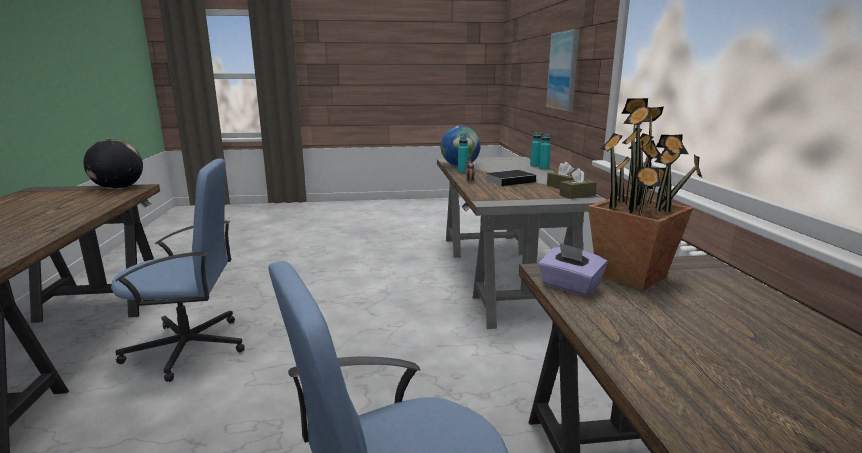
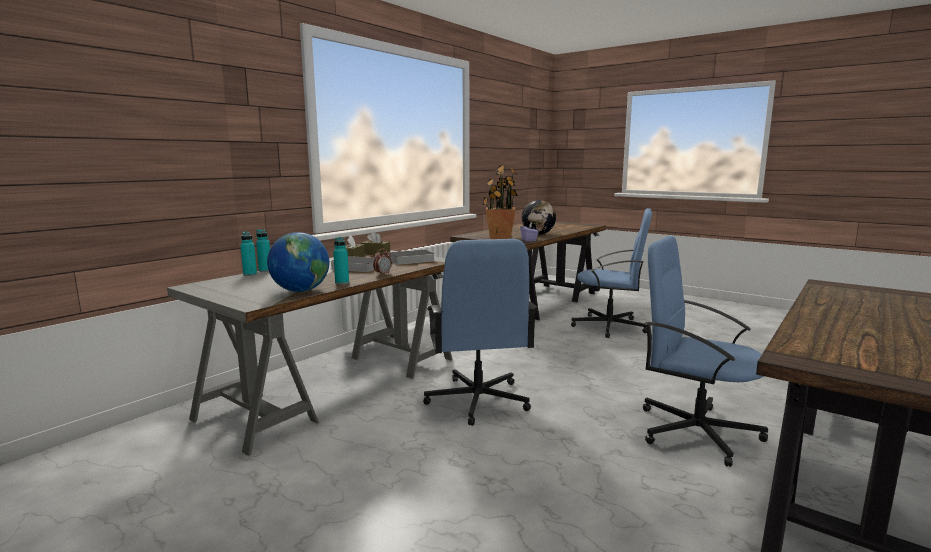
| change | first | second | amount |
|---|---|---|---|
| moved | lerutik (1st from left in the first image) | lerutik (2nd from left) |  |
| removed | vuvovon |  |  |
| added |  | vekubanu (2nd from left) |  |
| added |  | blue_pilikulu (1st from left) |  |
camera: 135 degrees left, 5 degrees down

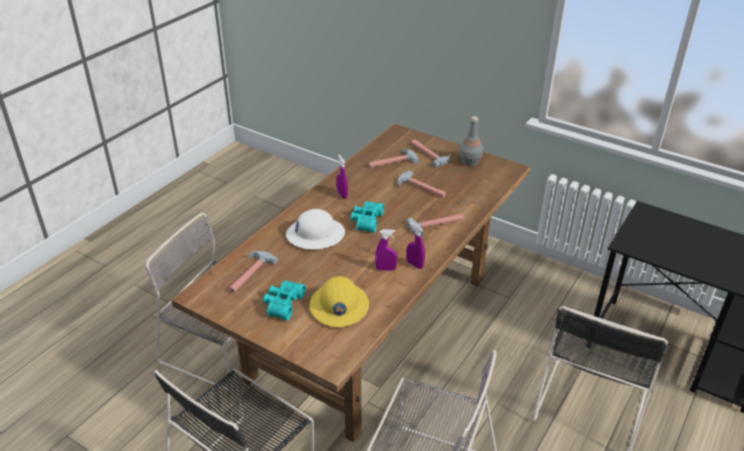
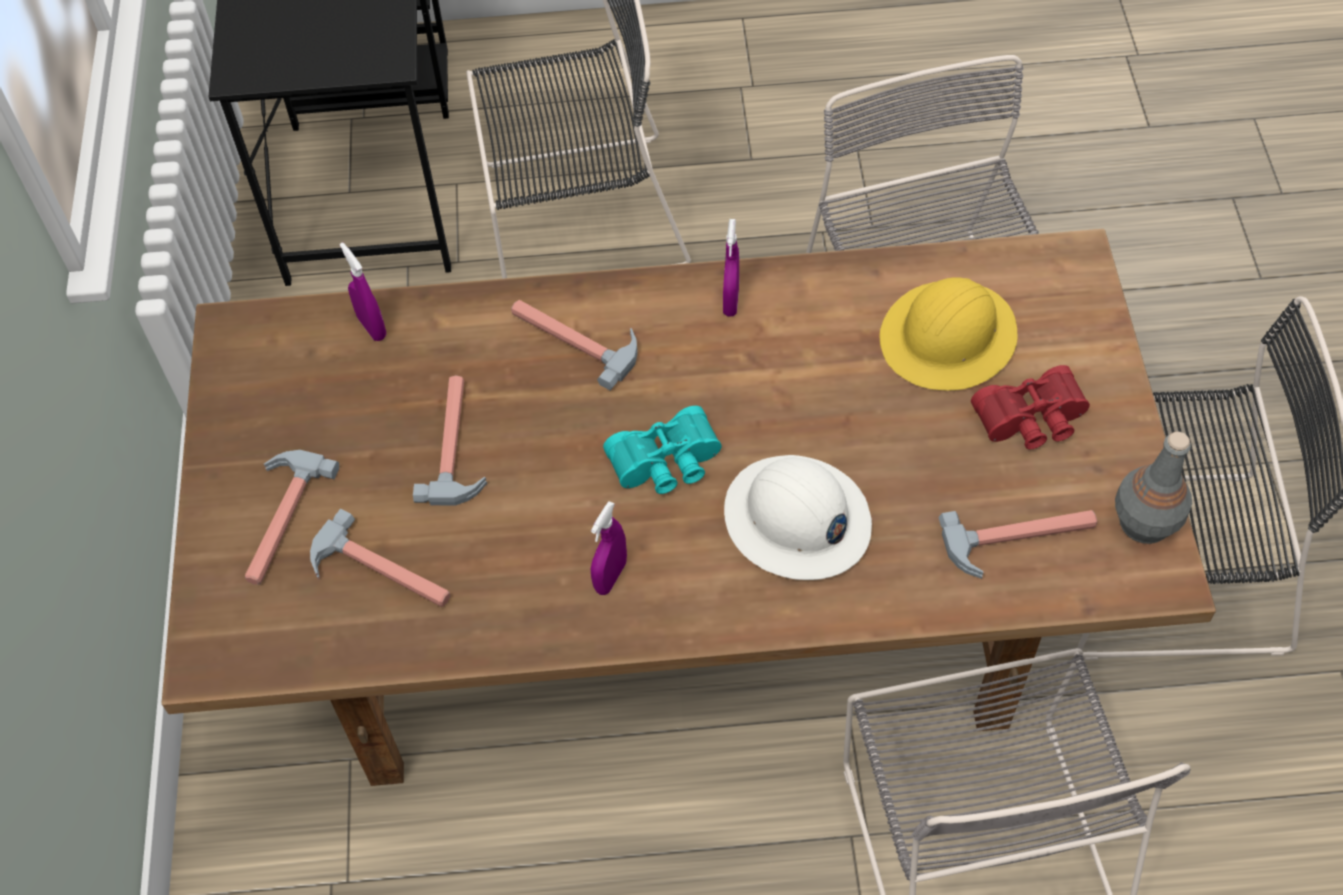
| change | first | second | amount |
|---|---|---|---|
| recoloured | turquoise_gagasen (1st from left) | red_gagasen |  |
| moved | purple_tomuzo (2nd from left in the first image) | purple_tomuzo (1st from left) |  |
| moved | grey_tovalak |  |  |
camera: 125 degrees left, 20 degrees up

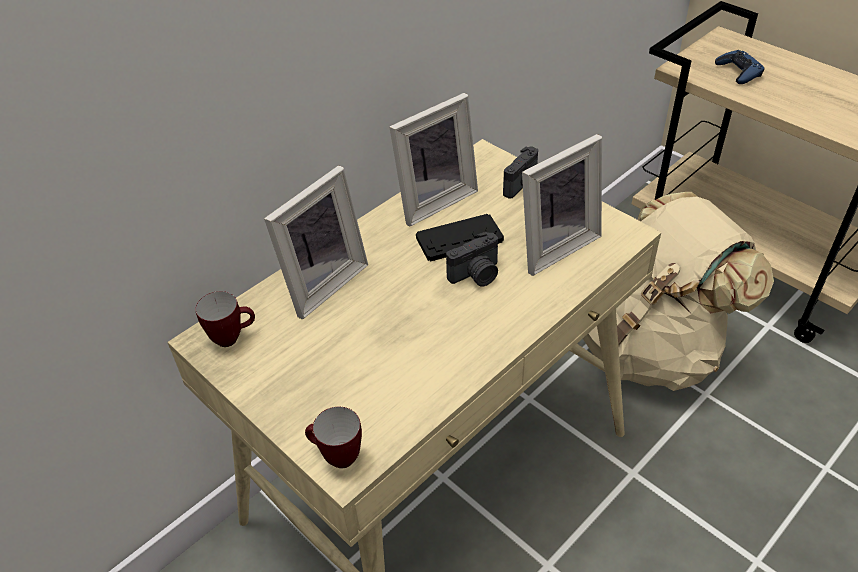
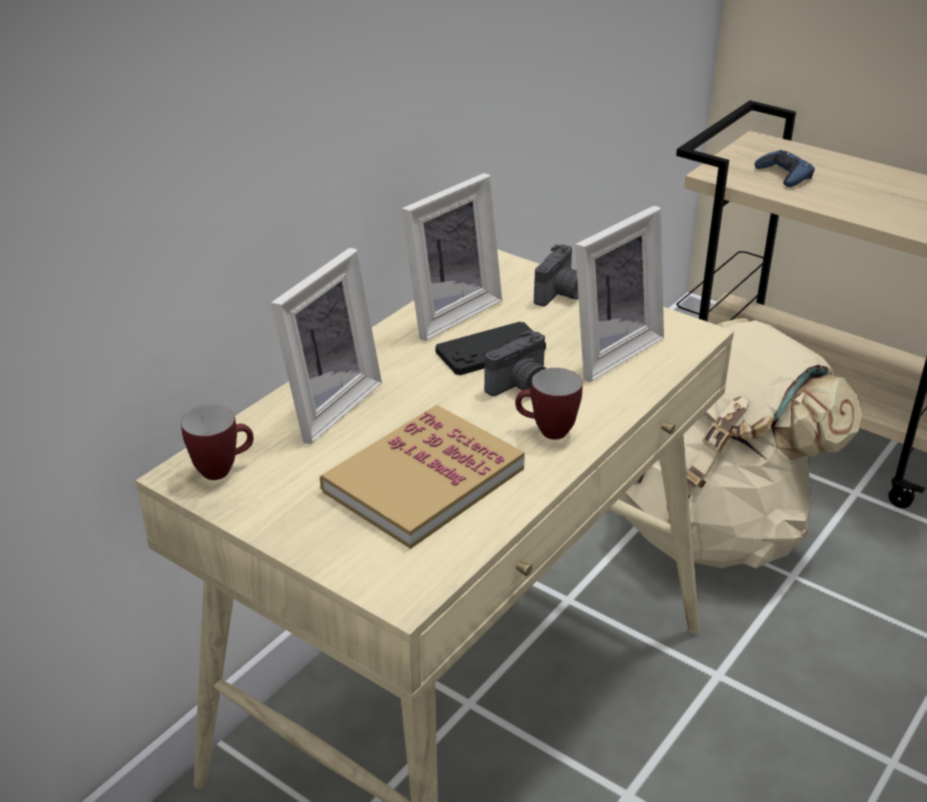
| change | first | second | amount |
|---|---|---|---|
| moved | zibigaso (2nd from left) |  |  |
| added |  | vekubanu |  |
camera: 10 degrees left, 10 degrees down

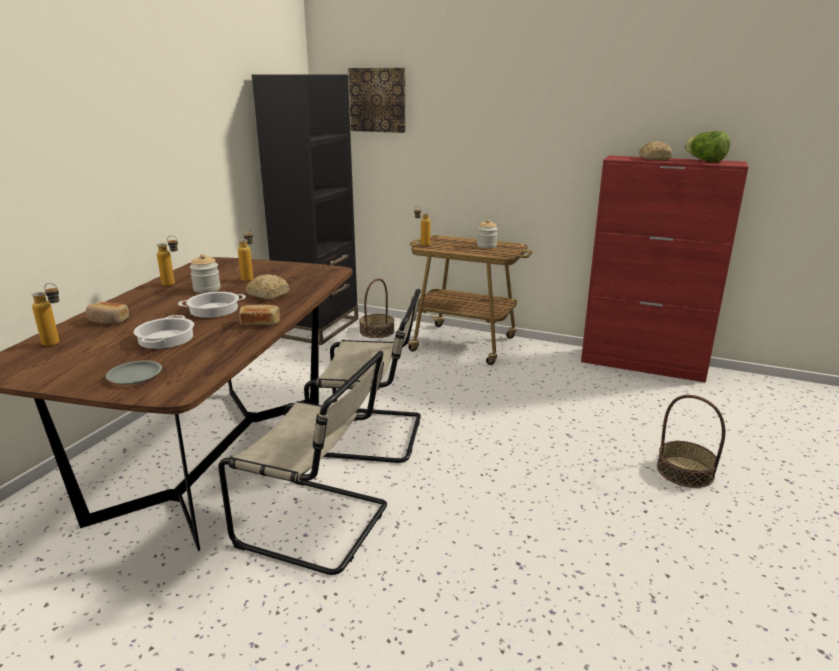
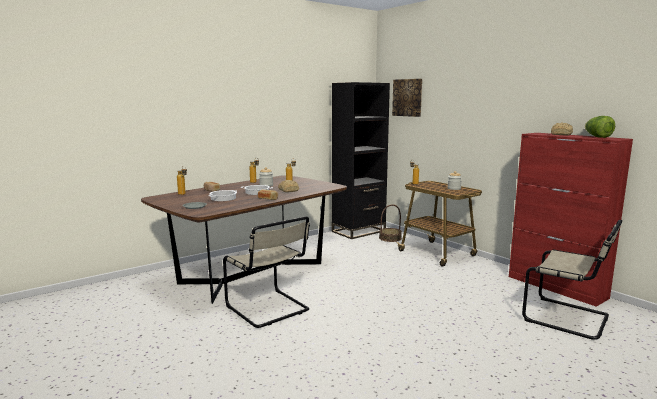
| change | first | second | amount |
|---|---|---|---|
| moved | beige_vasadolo (2nd from left) |  |  |
| removed | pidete (2nd from left) |  |  |
camera: 30 degrees right, 10 degrees down

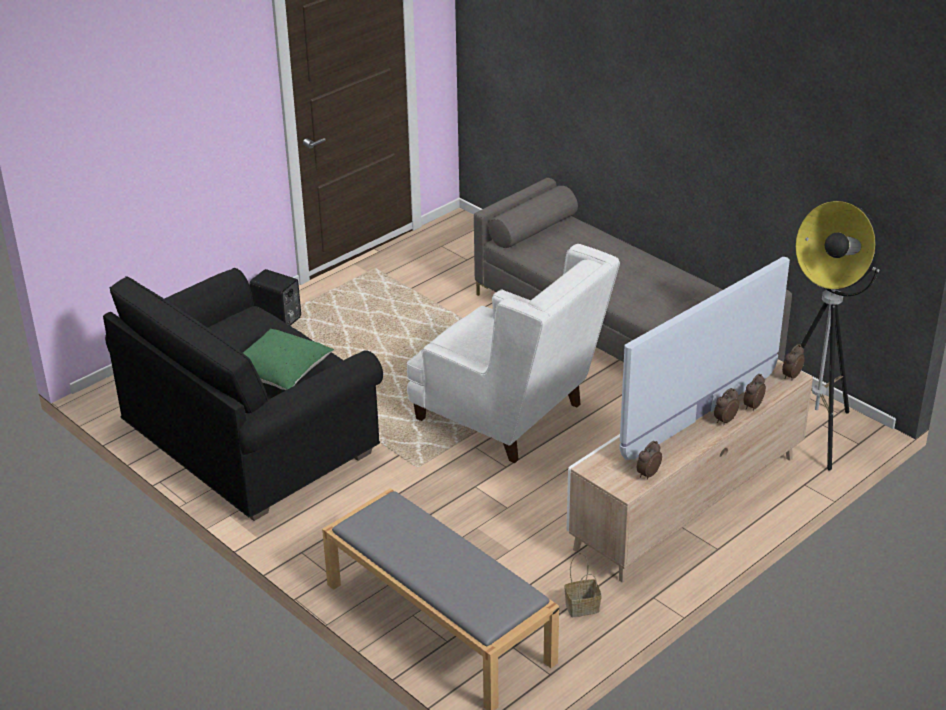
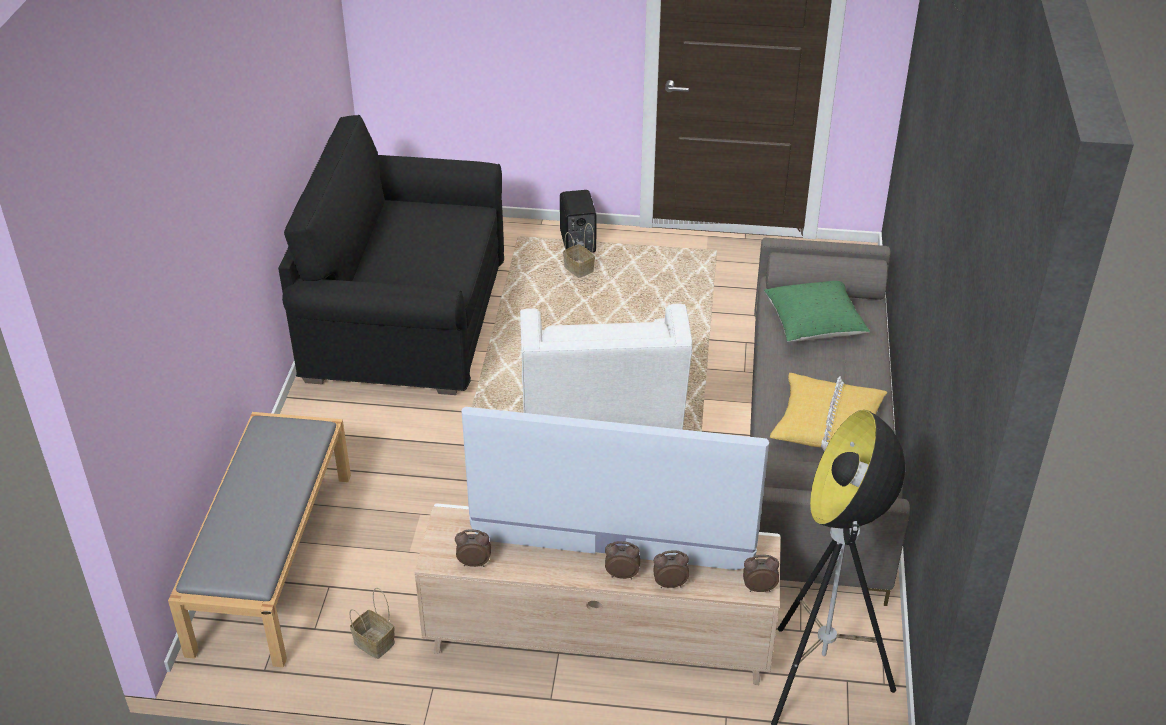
| change | first | second | amount |
|---|---|---|---|
| moved | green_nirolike |  |  |
| added |  | pidete (2nd from left) |  |
| added |  | yellow_nirolike |  |
camera: 50 degrees right, 5 degrees up

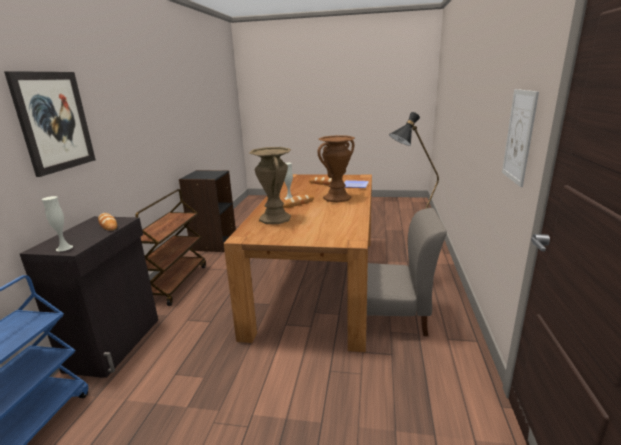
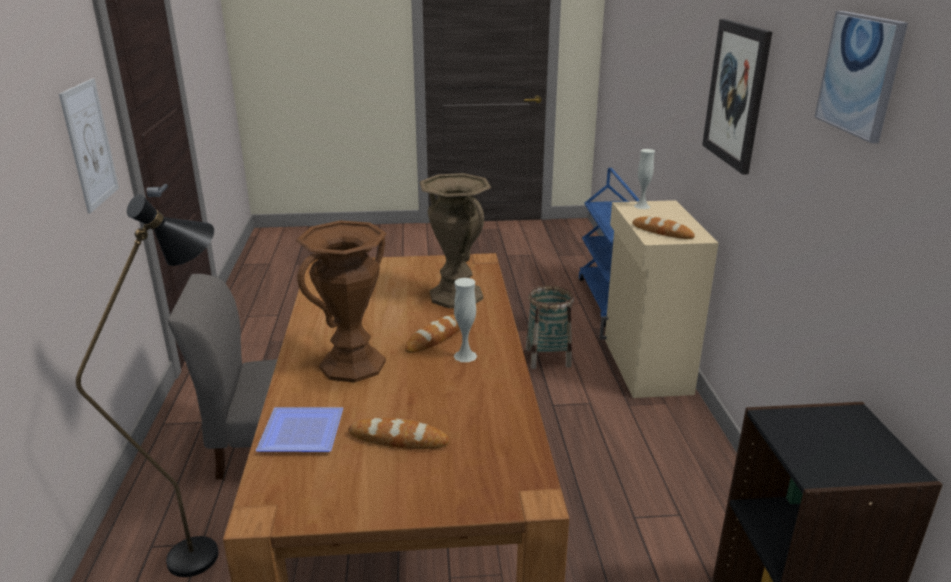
| change | first | second | amount |
|---|---|---|---|
| recoloured | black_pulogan | beige_pulogan |  |
| removed | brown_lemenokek |  |  |
| added |  | pidete |  |
| added |  | vuvovon (3rd from left) |  |
camera: 165 degrees right, 5 degrees up

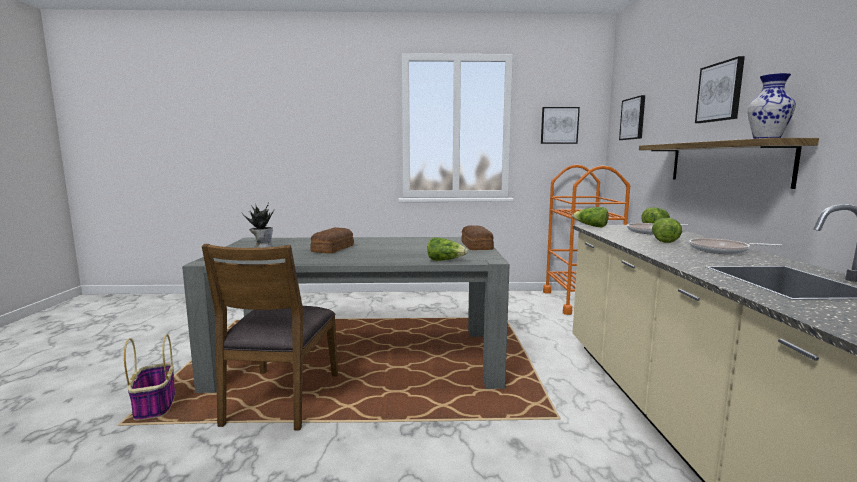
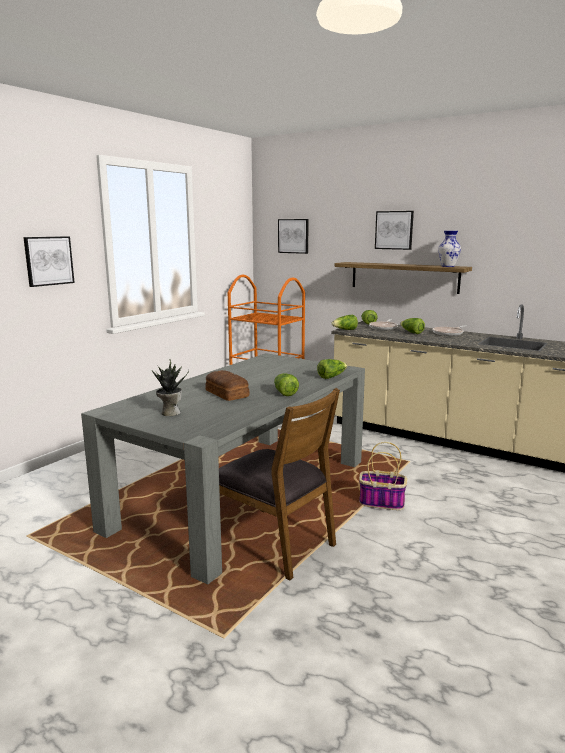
| change | first | second | amount |
|---|---|---|---|
| moved | pidete |  |  |
| removed | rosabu (2nd from left) |  |  |
| moved | vuvovon (1st from left) |  |  |
| added |  | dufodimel (1st from left) |  |
camera: 55 degrees left, 5 degrees up

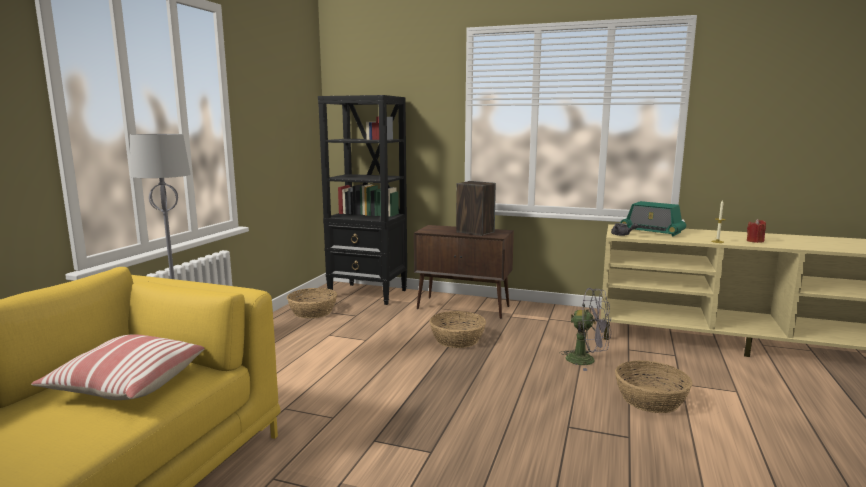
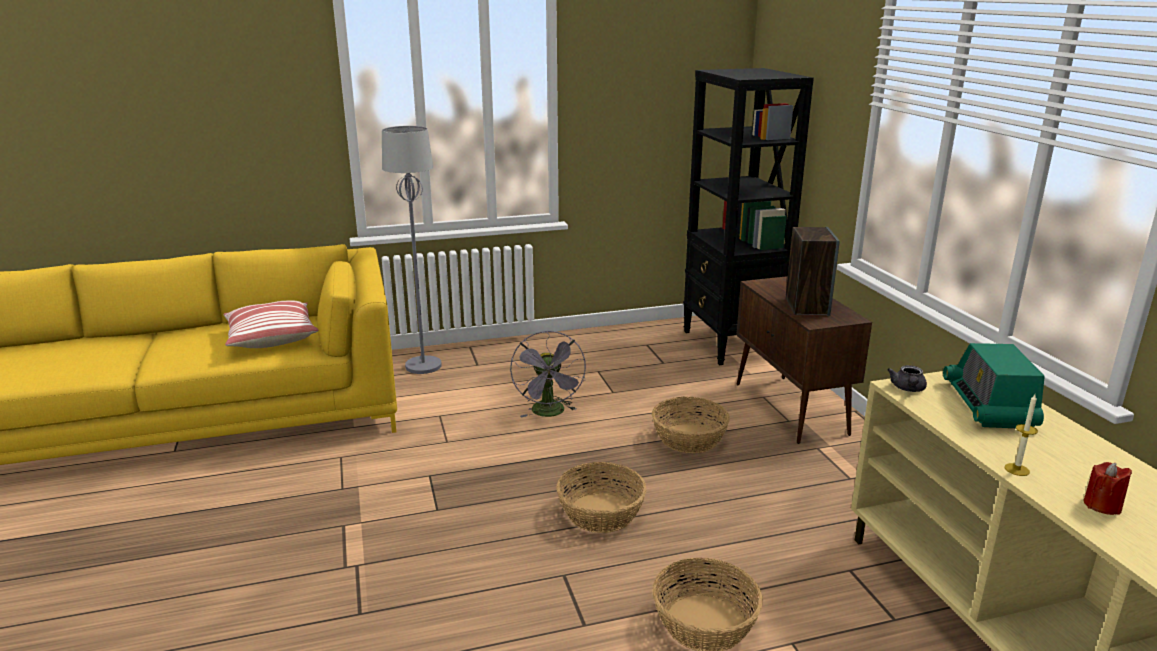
| change | first | second | amount |
|---|---|---|---|
| moved | pidete (1st from left) |  |  |
| moved | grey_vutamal |  |  |
camera: 55 degrees right, 10 degrees up

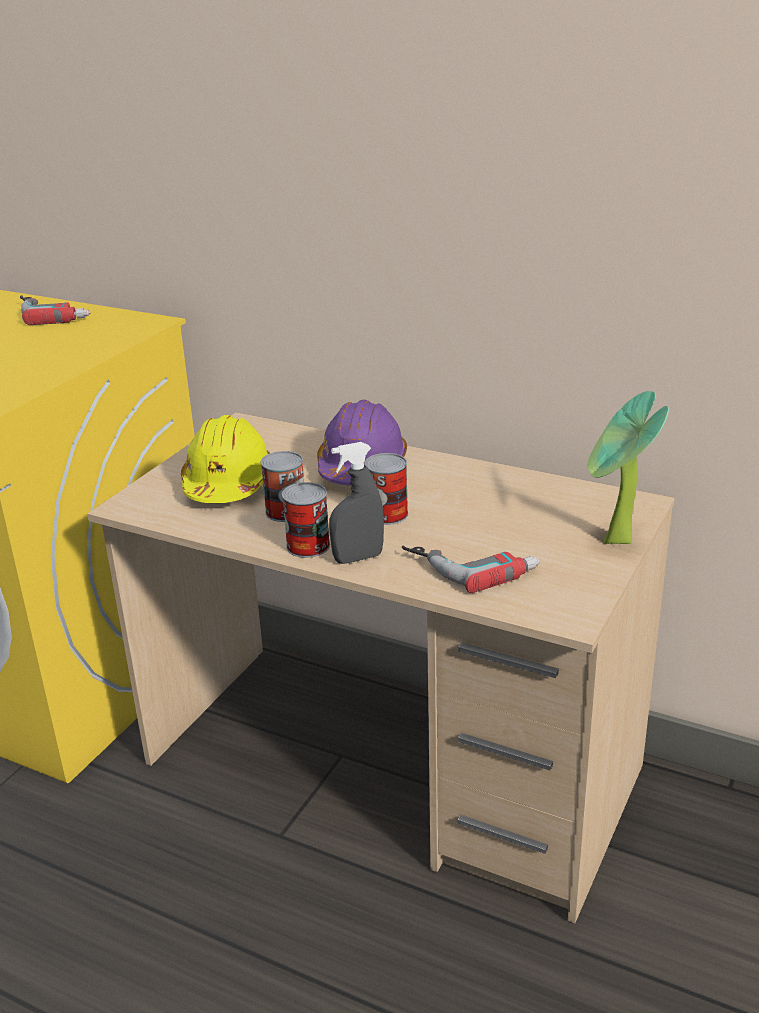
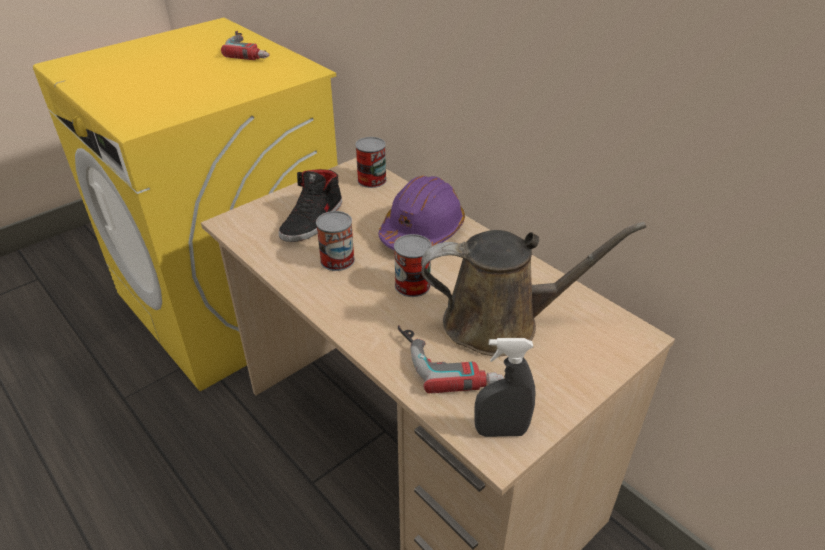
| change | first | second | amount |
|---|---|---|---|
| replaced | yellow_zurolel | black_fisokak |  |
| moved | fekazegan (2nd from left) |  |  |
| moved | grey_tomuzo |  |  |
| removed | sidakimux |  |  |
| added |  | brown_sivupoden |  |
camera: 20 degrees right, 10 degrees up

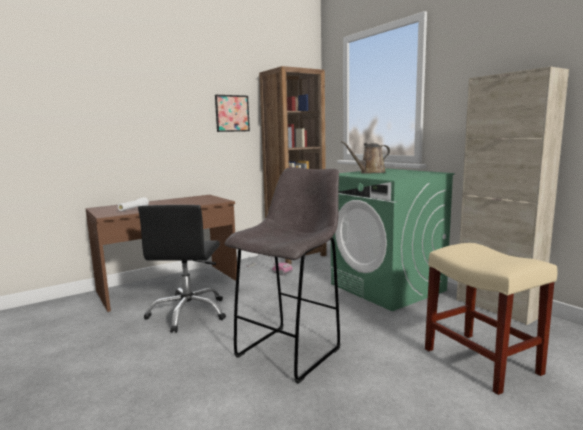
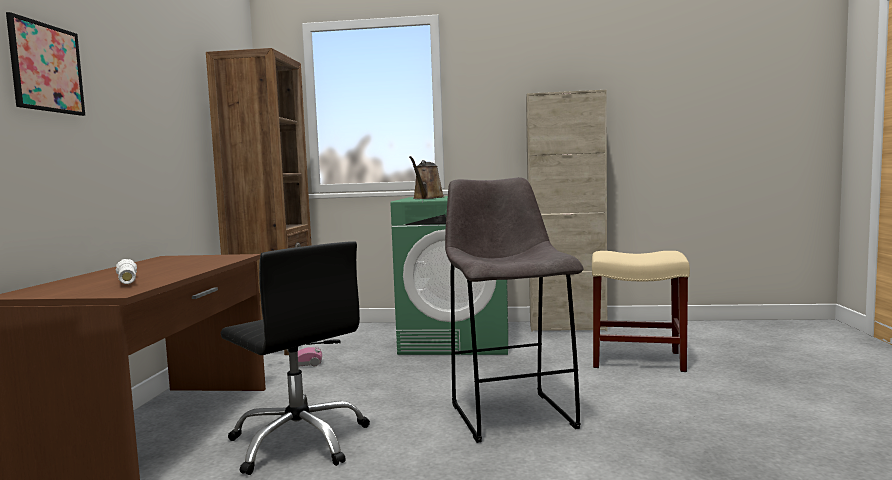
| change | first | second | amount |
|---|---|---|---|
| moved | vuvovon |  |  |
camera: 50 degrees left, 5 degrees down

